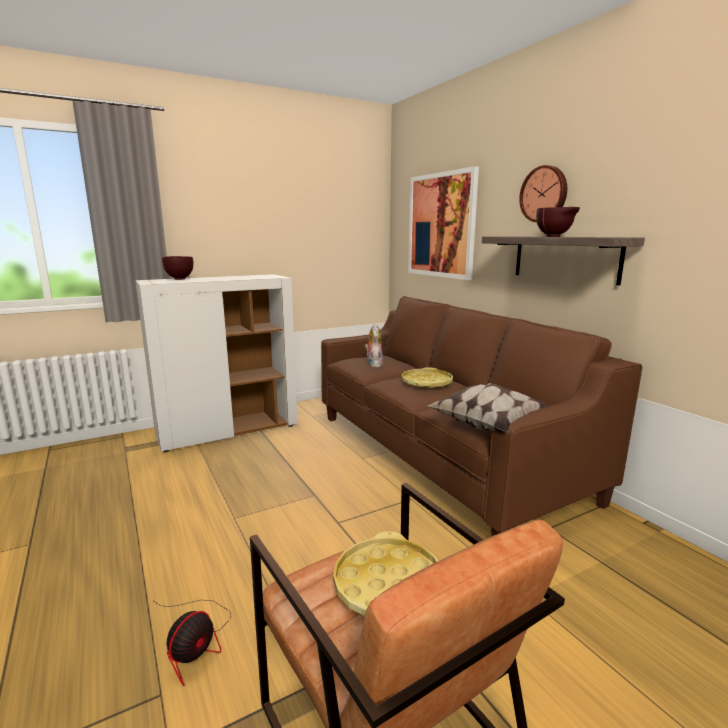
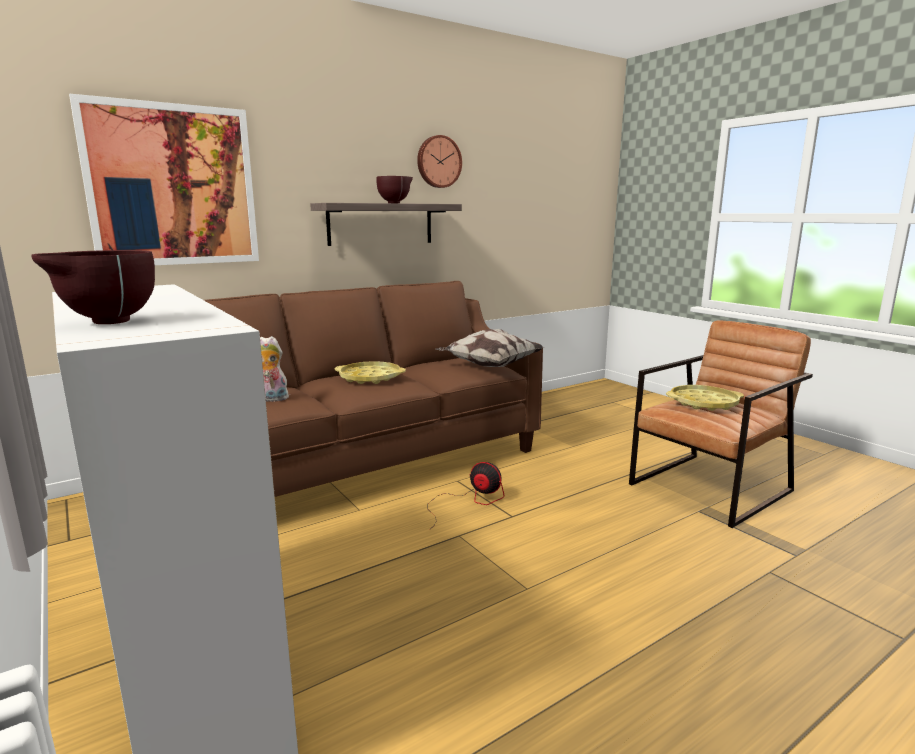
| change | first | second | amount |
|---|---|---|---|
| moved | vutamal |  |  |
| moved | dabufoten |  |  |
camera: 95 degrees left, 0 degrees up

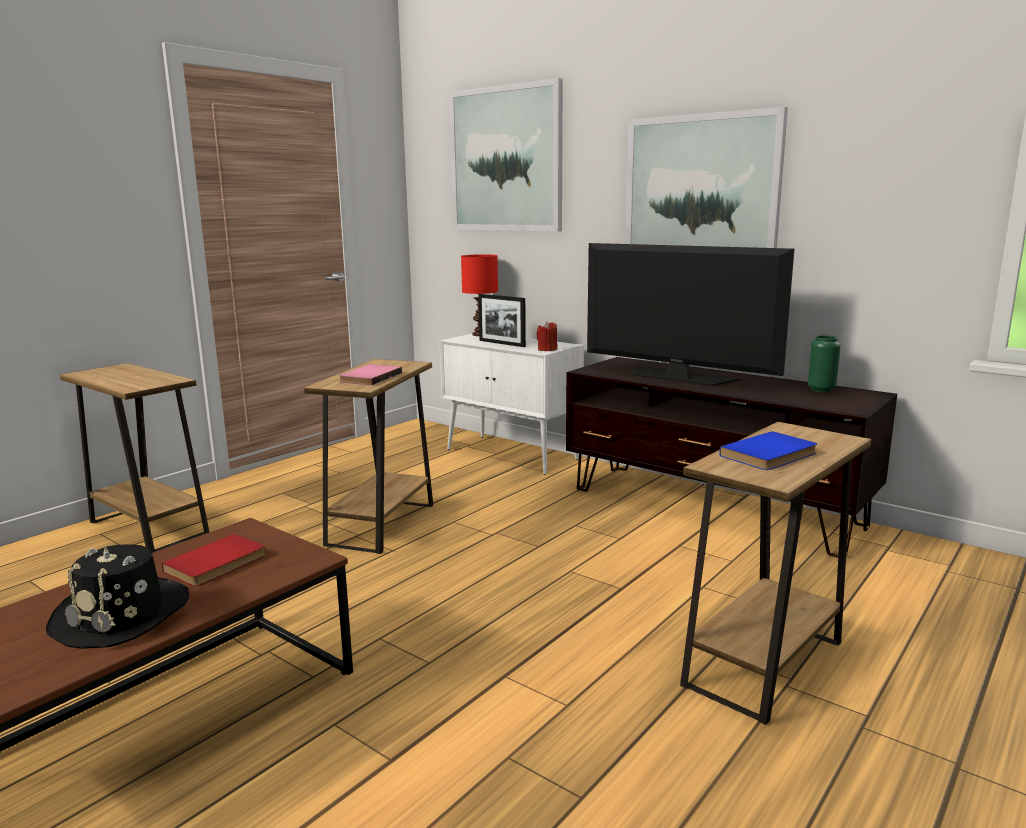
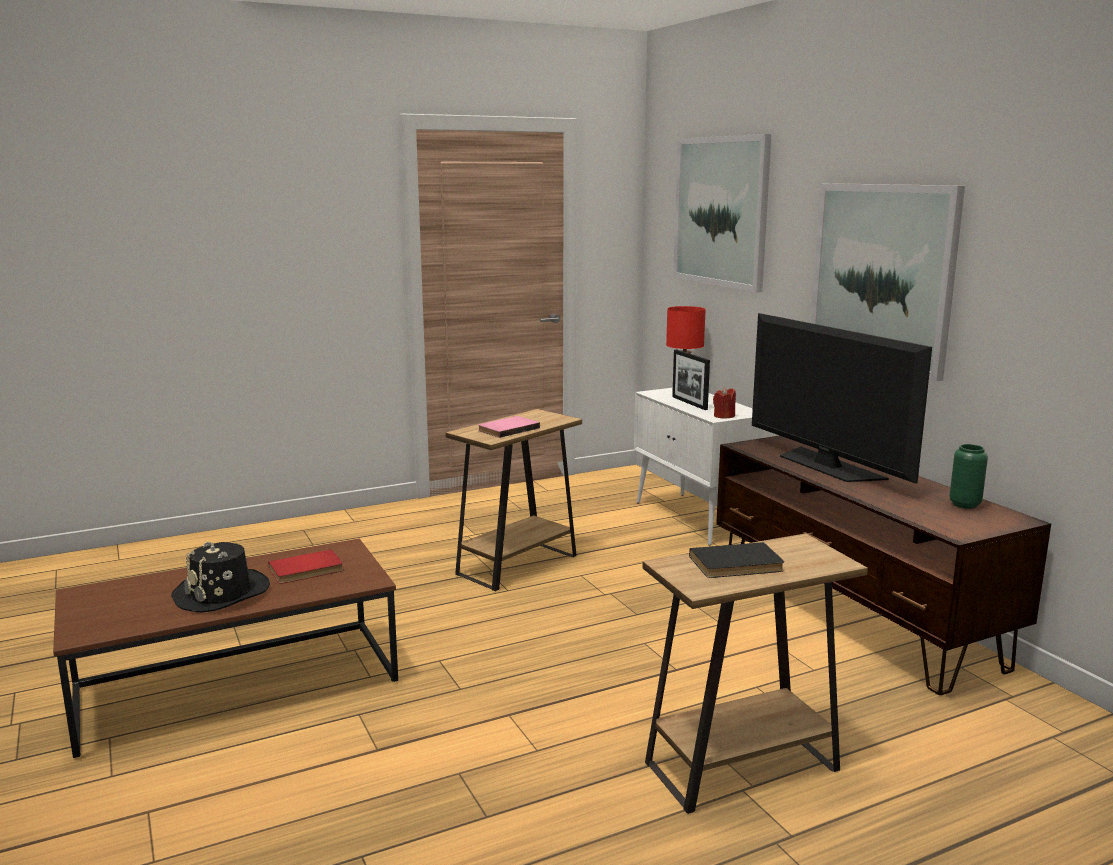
| change | first | second | amount |
|---|---|---|---|
| removed | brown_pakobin (1st from left) |  |  |
| recoloured | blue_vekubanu | black_vekubanu |  |
camera: 25 degrees right, 0 degrees up

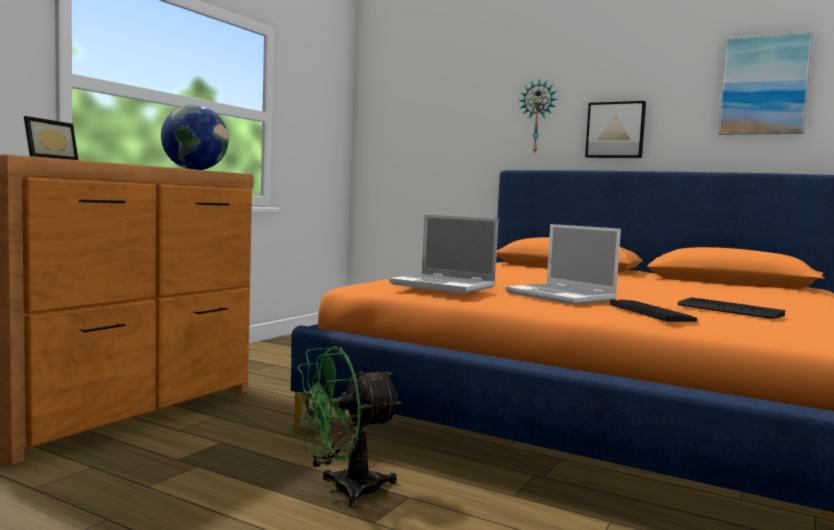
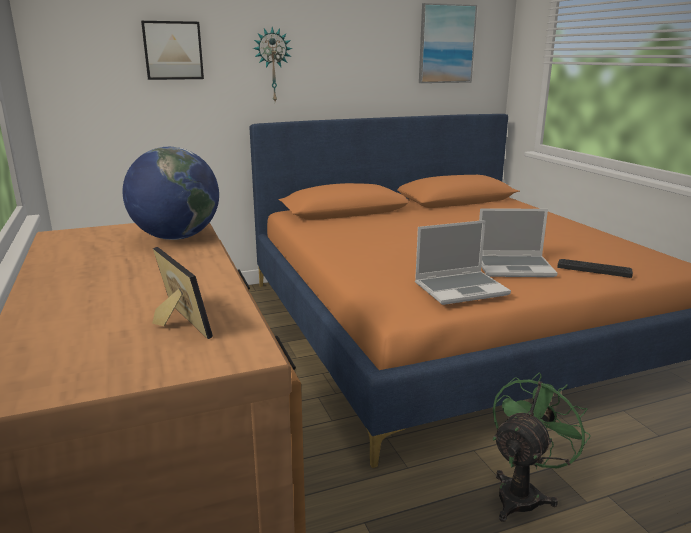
| change | first | second | amount |
|---|---|---|---|
| turned | green_vutamal |  | 150 degrees counterclockwise |
| moved | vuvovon (1st from left) |  |  |
| removed | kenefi (2nd from left) |  |  |
camera: 50 degrees left, 15 degrees up

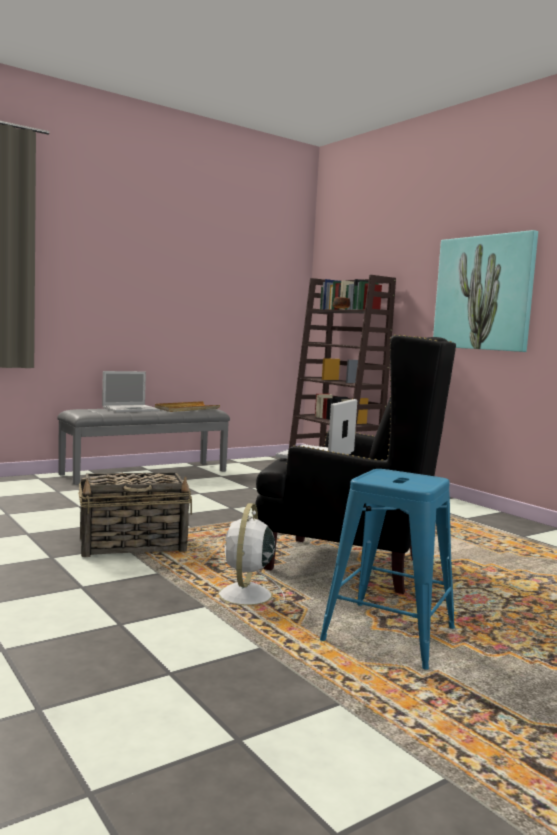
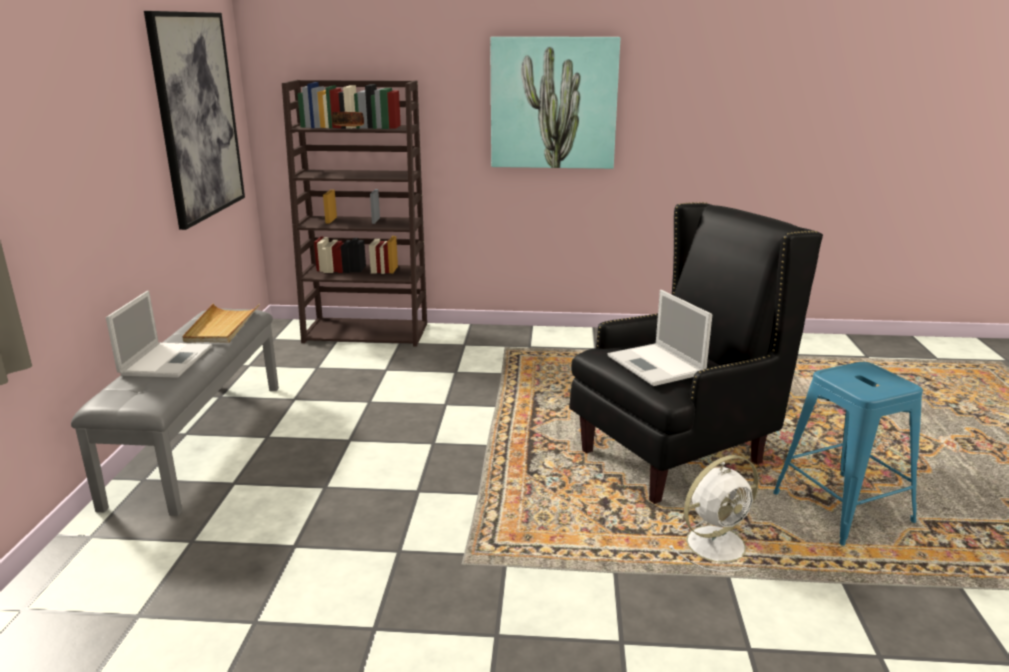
| change | first | second | amount |
|---|---|---|---|
| removed | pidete |  |  |
| turned | white_vutamal |  | 75 degrees counterclockwise |
| added |  | vuvovon (1st from left) |  |
camera: 50 degrees left, 15 degrees up

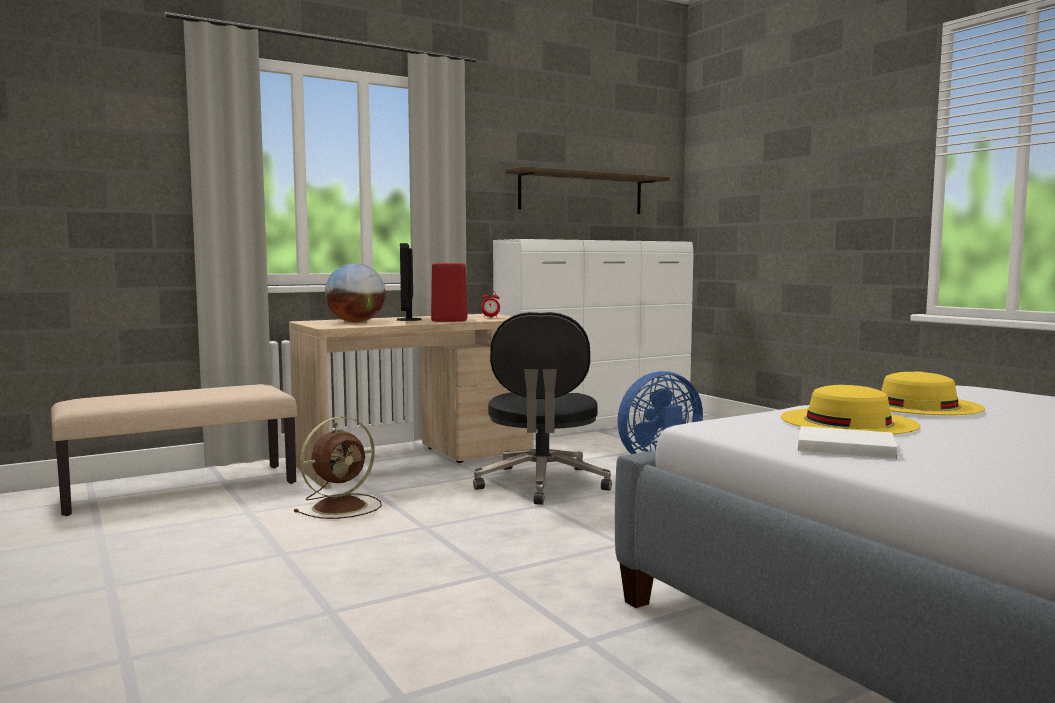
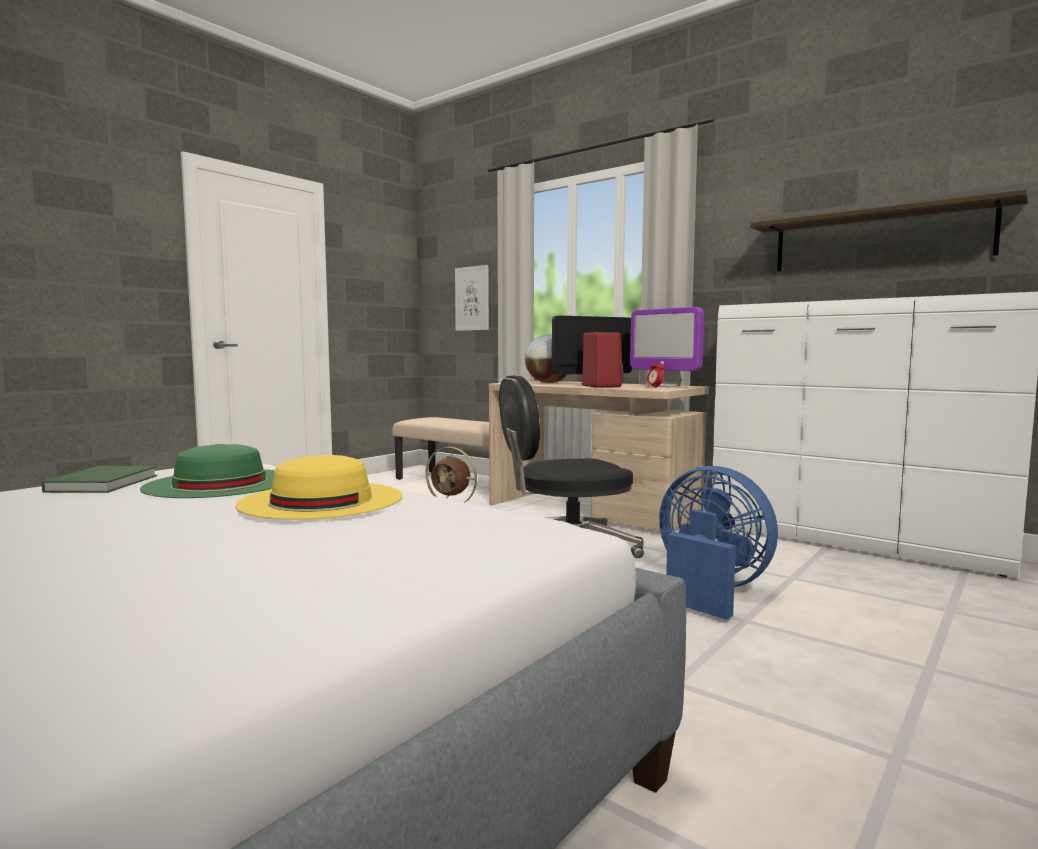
| change | first | second | amount |
|---|---|---|---|
| recoloured | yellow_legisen (1st from left) | green_legisen |  |
| recoloured | white_vekubanu | green_vekubanu |  |
| added |  | vuvovon |  |
| added |  | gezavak (2nd from left) |  |
camera: 70 degrees right, 0 degrees up

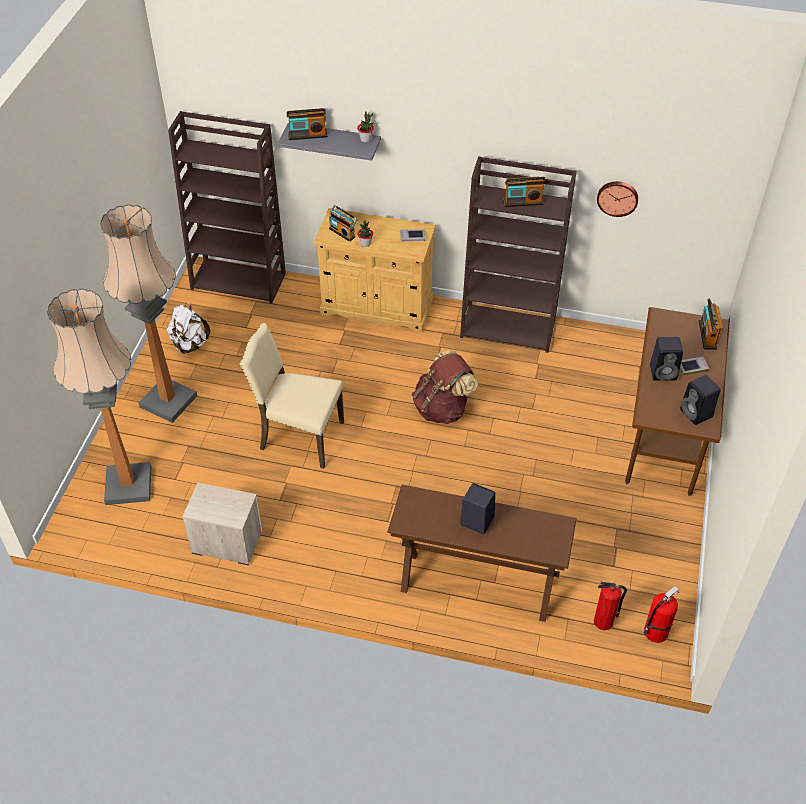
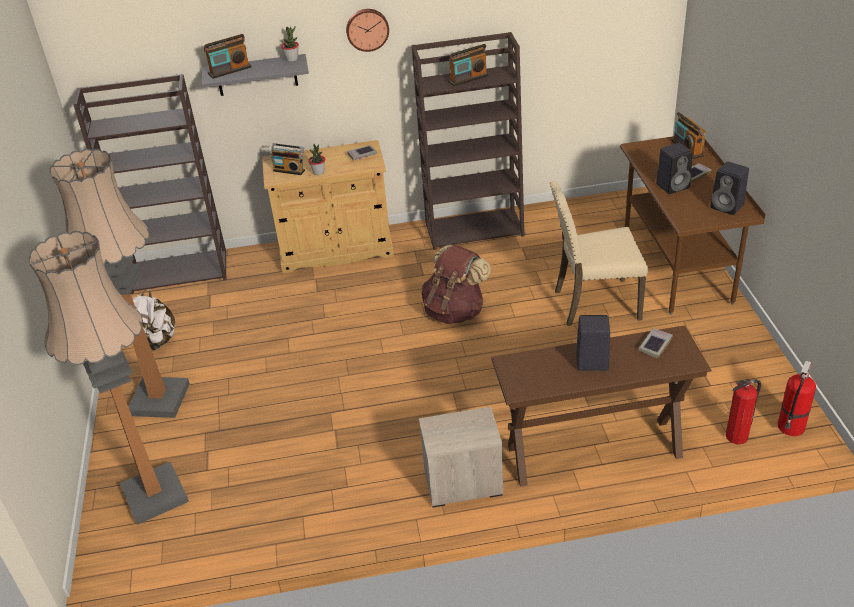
| change | first | second | amount |
|---|---|---|---|
| moved | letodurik |  |  |
| moved | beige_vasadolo |  |  |
| moved | dabufoten |  |  |
| added |  | vekubanu (2nd from left) |  |
camera: 20 degrees left, 10 degrees down

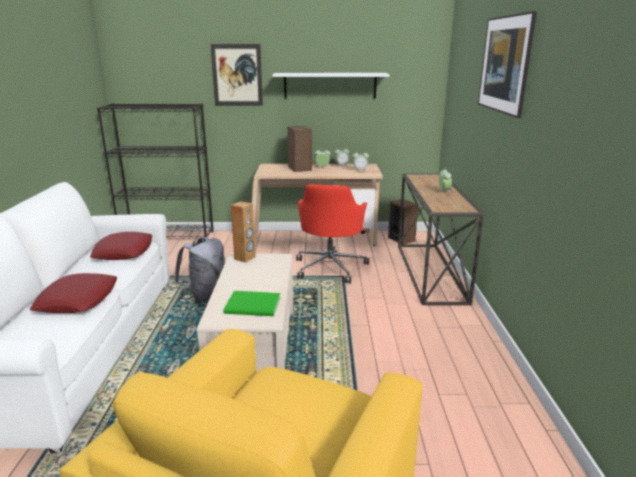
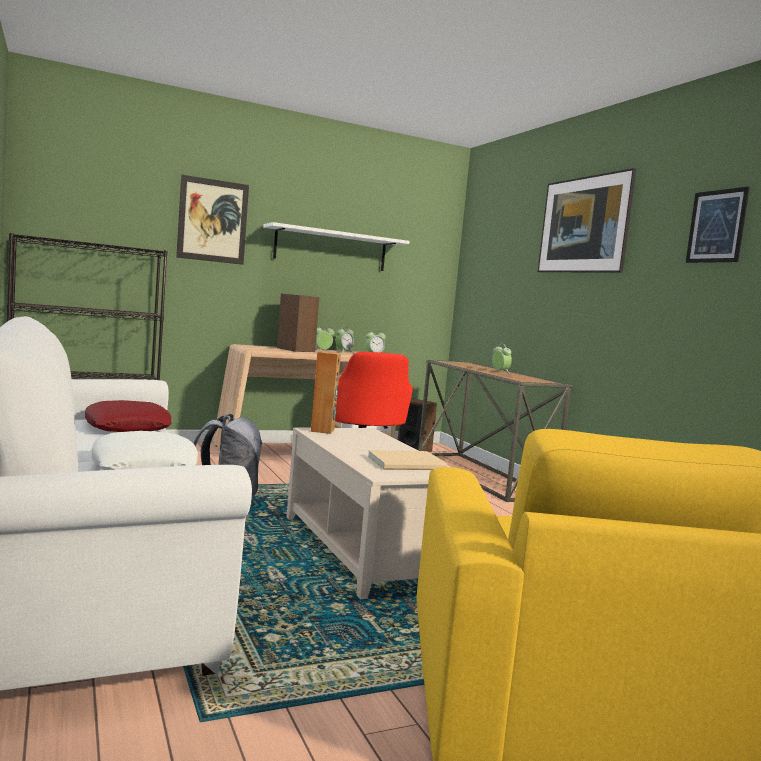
| change | first | second | amount |
|---|---|---|---|
| recoloured | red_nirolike (1st from left) | white_nirolike |  |
| recoloured | green_vekubanu | beige_vekubanu |  |
| added |  | vuvovon (3rd from left) |  |
camera: 25 degrees left, 15 degrees down

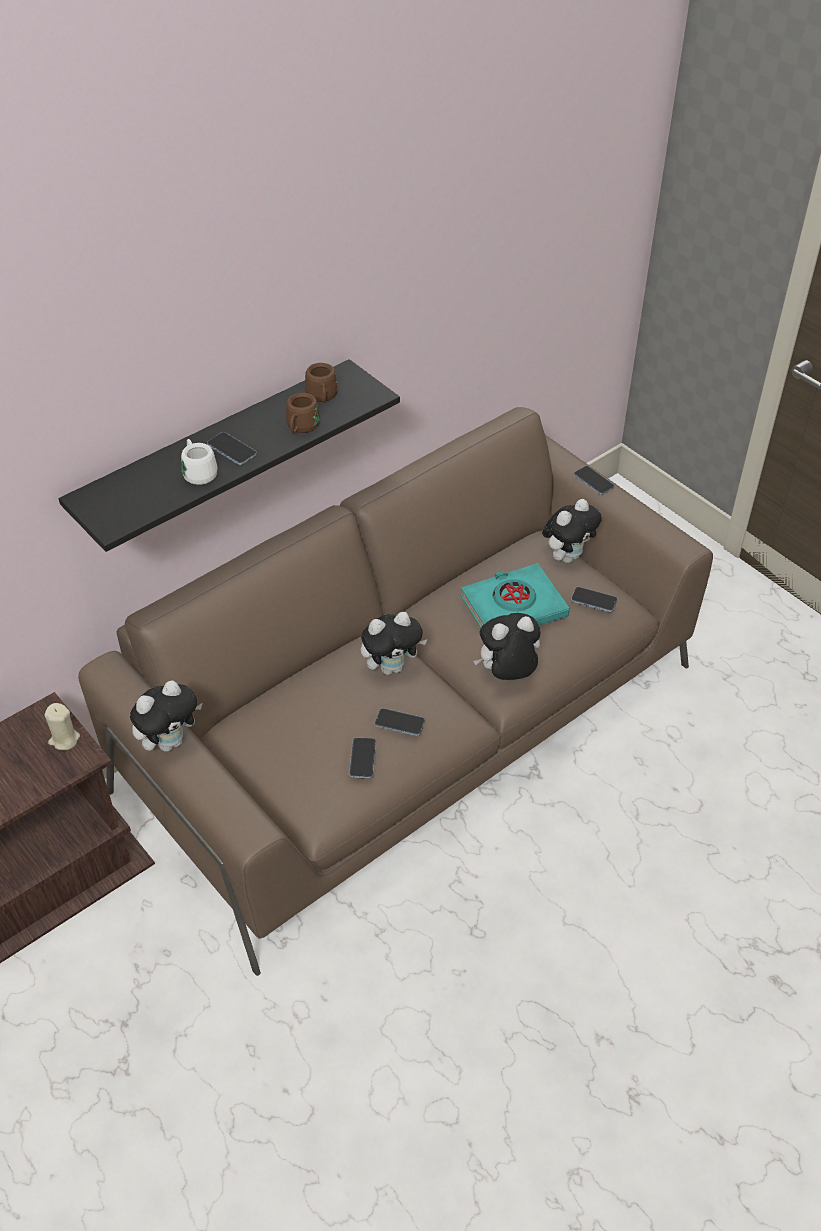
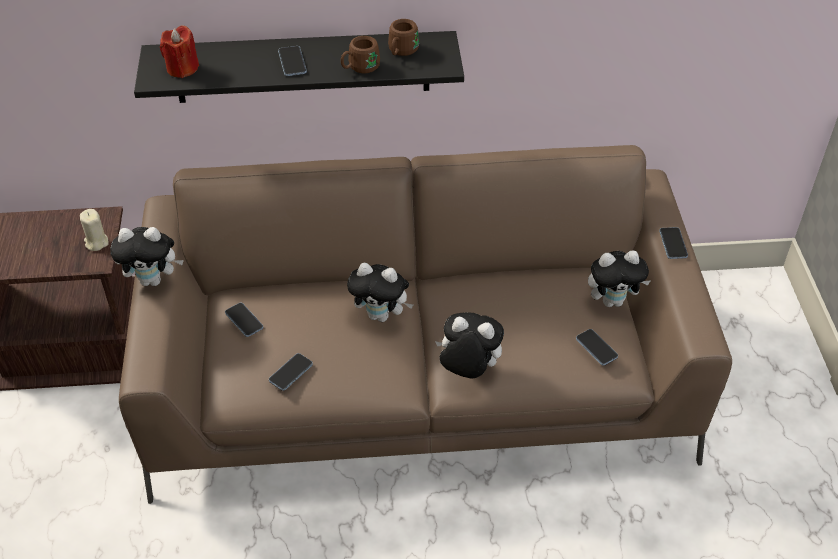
| change | first | second | amount |
|---|---|---|---|
| removed | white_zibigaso |  |  |
| moved | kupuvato (3rd from left in the first image) | kupuvato (1st from left) |  |
| removed | turquoise_vekubanu |  |  |
| added |  | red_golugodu |  |
camera: 35 degrees right, 0 degrees up

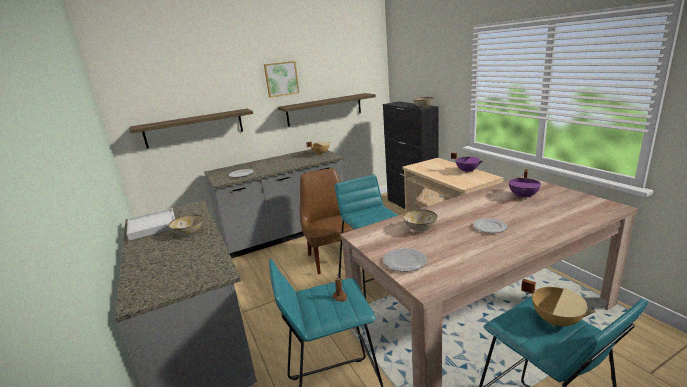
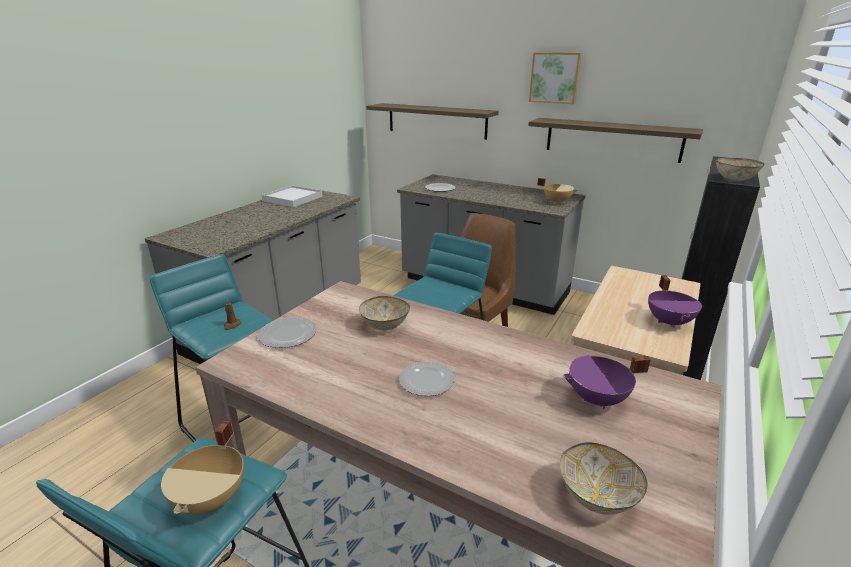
| change | first | second | amount |
|---|---|---|---|
| moved | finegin (1st from left in the first image) | finegin (2nd from left) |  |
camera: 55 degrees right, 5 degrees up

